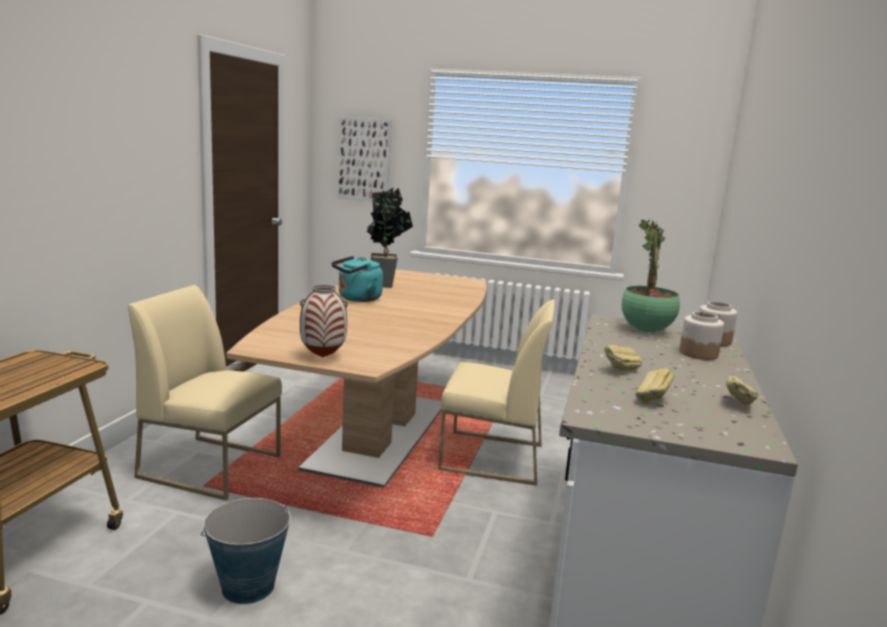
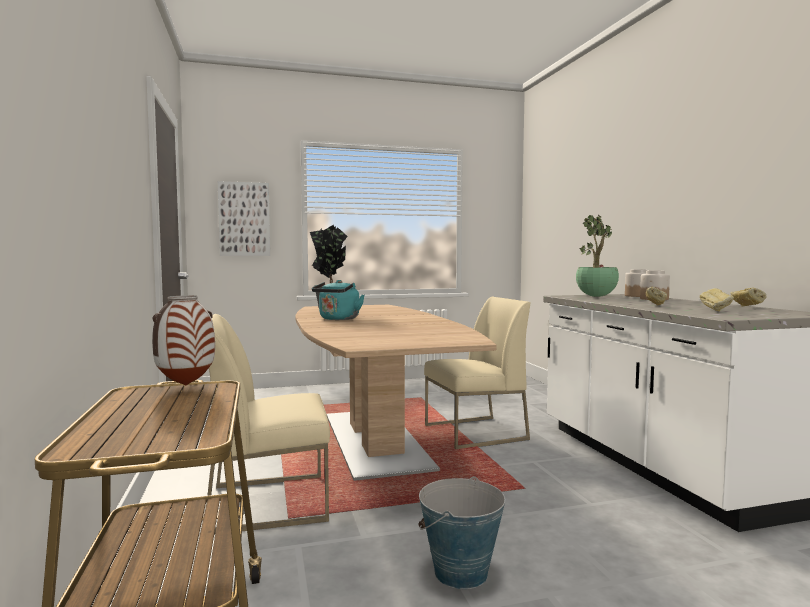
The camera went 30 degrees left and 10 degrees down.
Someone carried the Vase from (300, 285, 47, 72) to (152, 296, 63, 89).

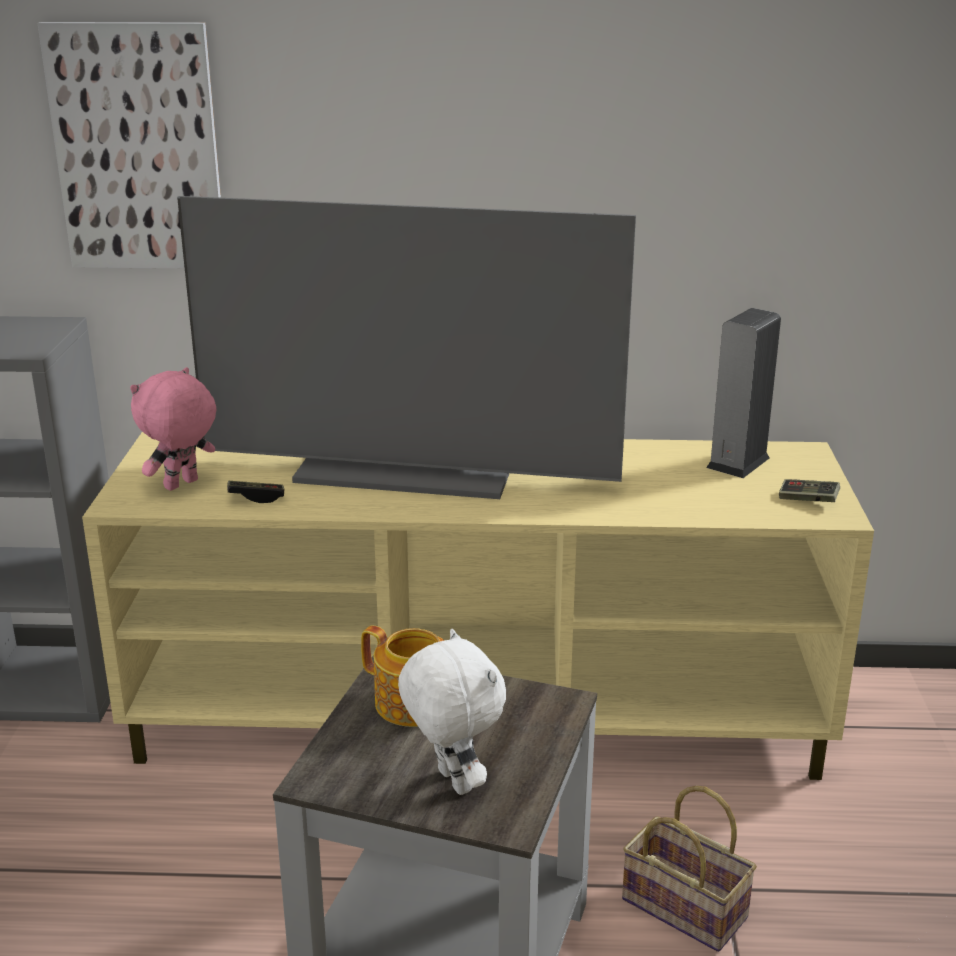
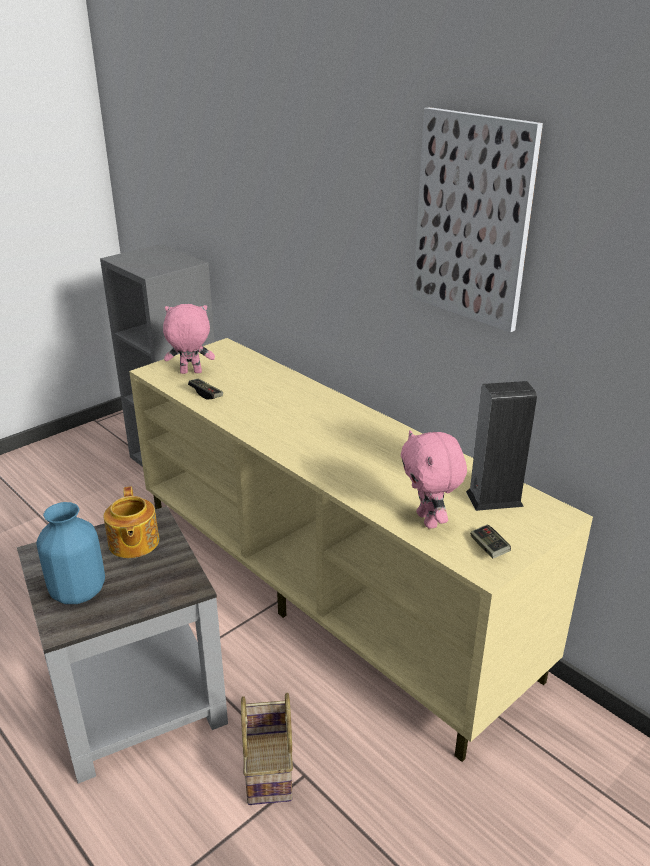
The camera went 45 degrees right and 5 degrees up.
Someone carried the Picture from (38, 22, 183, 247) to (413, 107, 130, 225).
Someone took away the Television at (177, 196, 459, 303).
Someone swapped the WhitePlushToy at (398, 629, 108, 166) for the BlueVase at (36, 502, 69, 102).
Someone put down the PinkPlushToy at (401, 430, 66, 99).

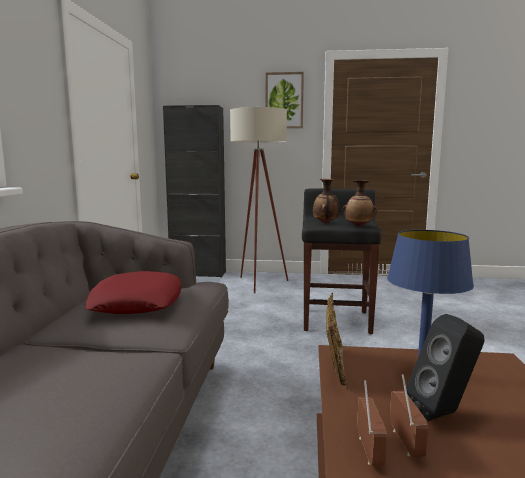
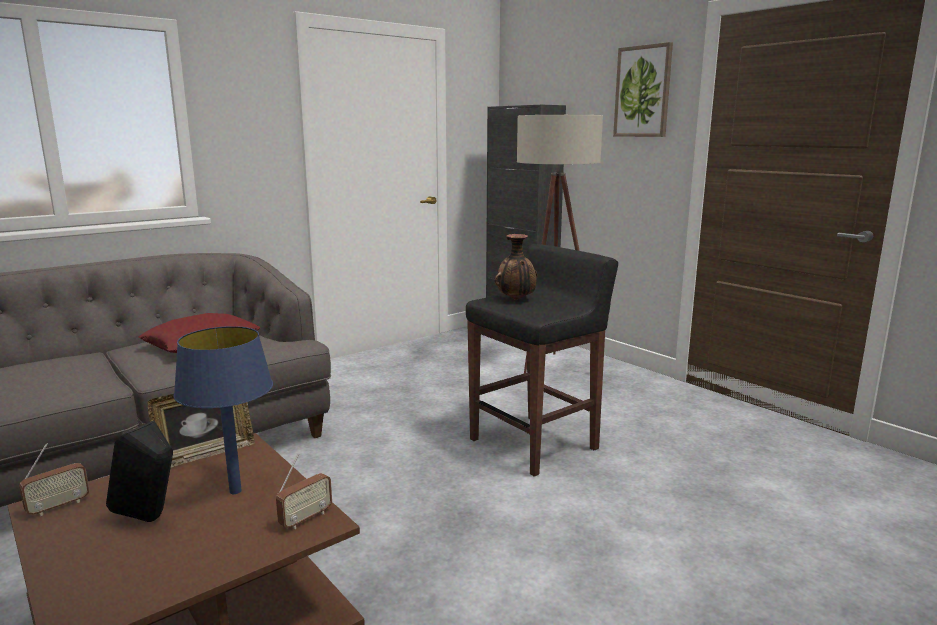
The camera went 45 degrees right and 5 degrees up.
Someone took away the Vase at (342, 180, 35, 47).
Someone carried the Radio from (390, 374, 38, 83) to (276, 454, 56, 75).

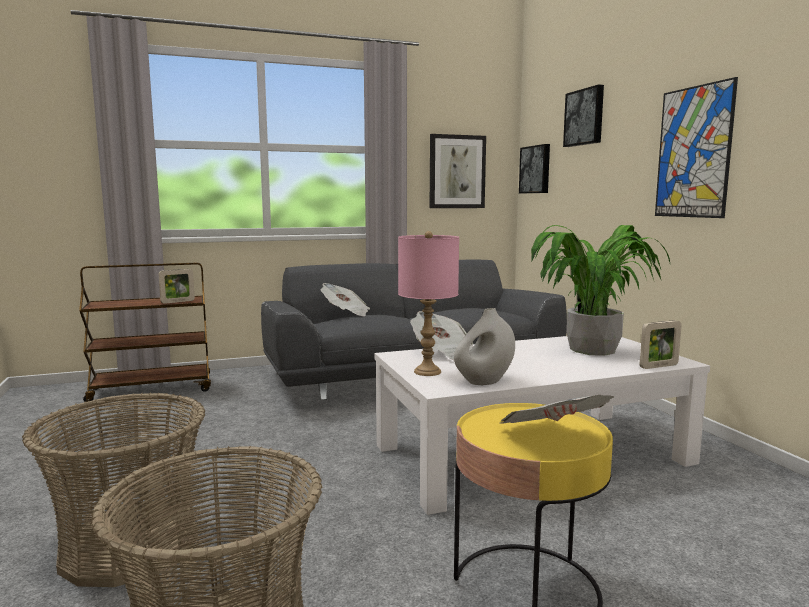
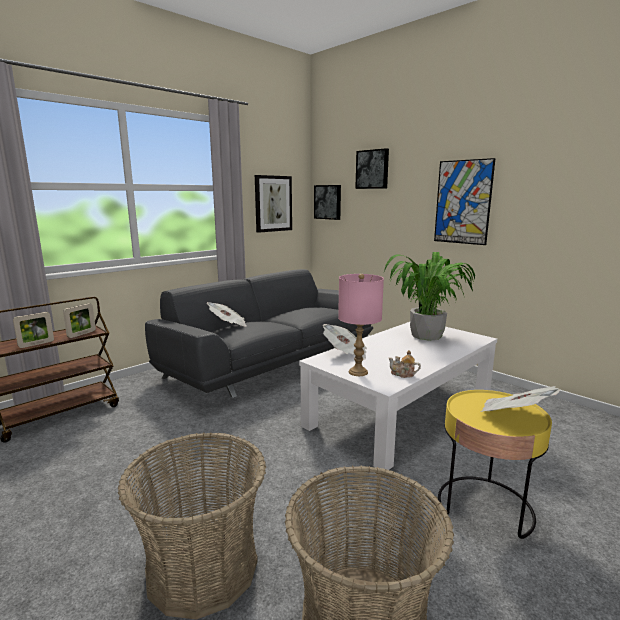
The camera went 25 degrees left and 5 degrees up.
Someone swapped the WhiteVase at (454, 308, 61, 77) for the Teapot at (389, 350, 32, 28).
Someone carried the PictureFrame from (640, 320, 42, 49) to (13, 312, 41, 36).

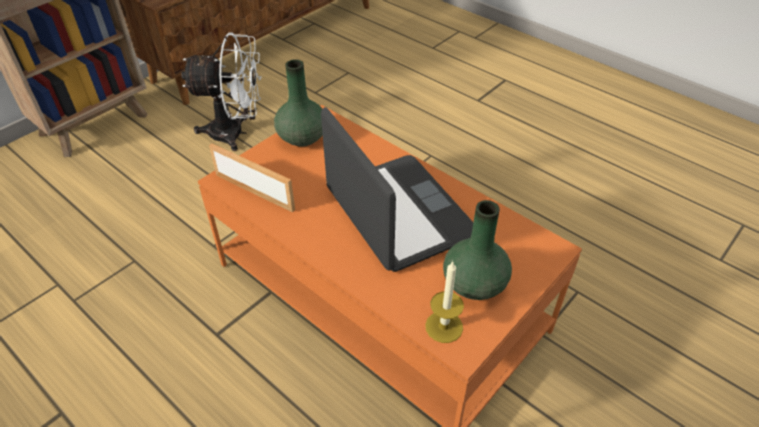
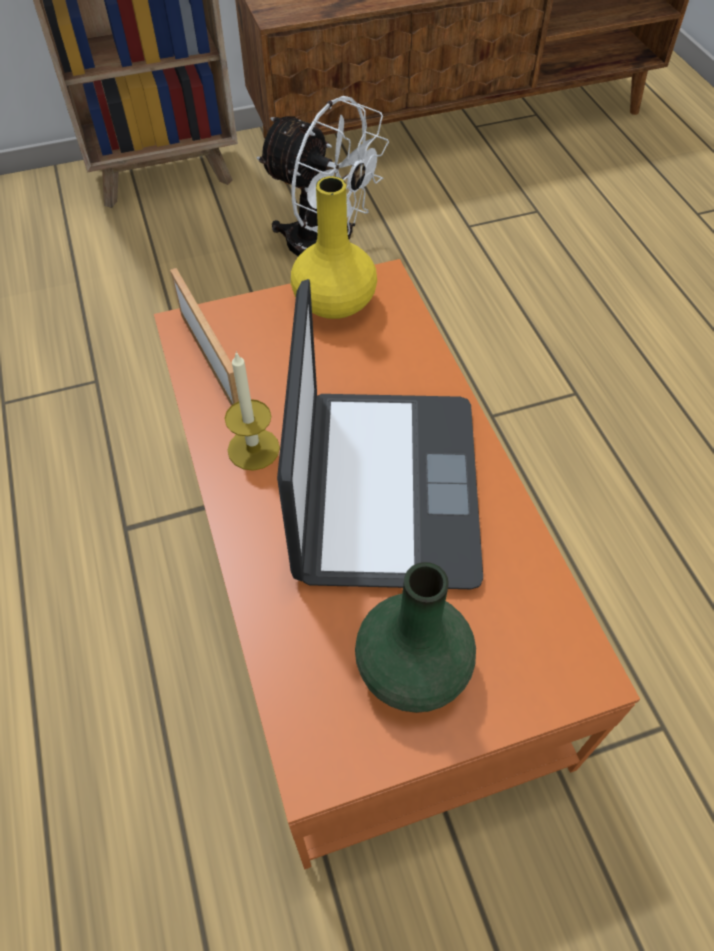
The camera went 30 degrees right and 10 degrees up.
Someone repainted the GreenVase at (274, 59, 49, 88), which became the YellowVase at (291, 176, 86, 143).
Someone carried the Candle from (425, 261, 39, 82) to (225, 351, 55, 120).

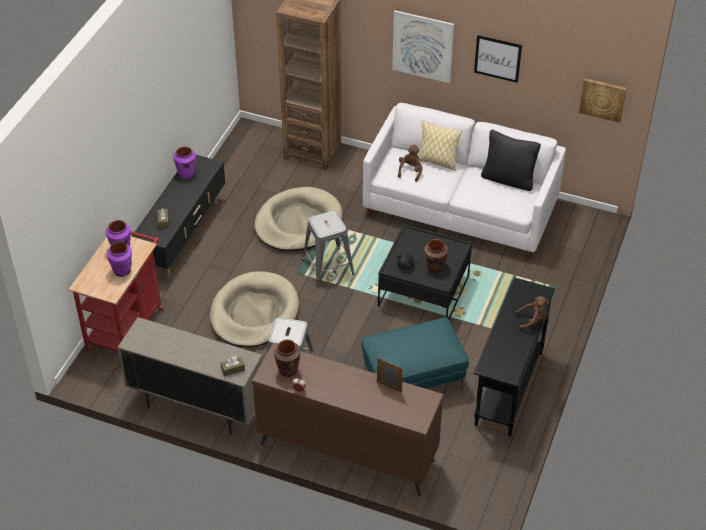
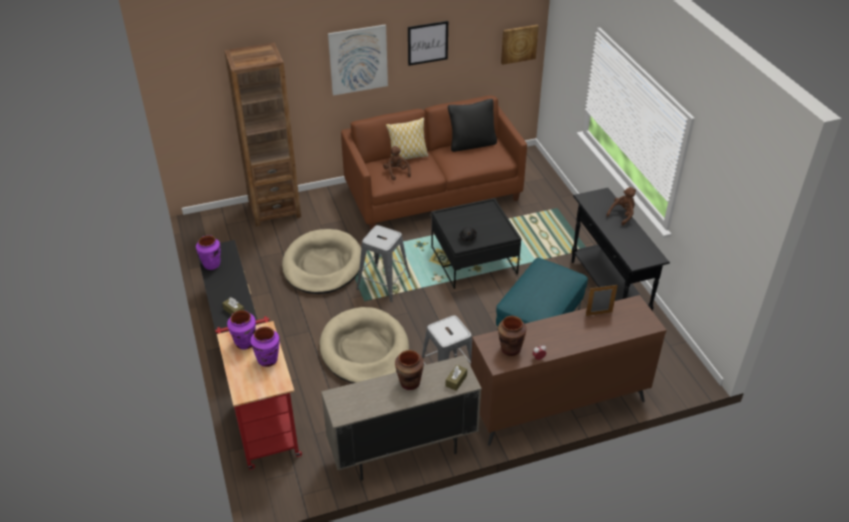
The camera went 40 degrees left and 5 degrees down.
Someone repainted the WhiteSofa at (363, 103, 203, 156), which became the BrownSofa at (341, 95, 186, 135).
Someone carried the BrownVase from (424, 239, 24, 34) to (395, 350, 29, 40).

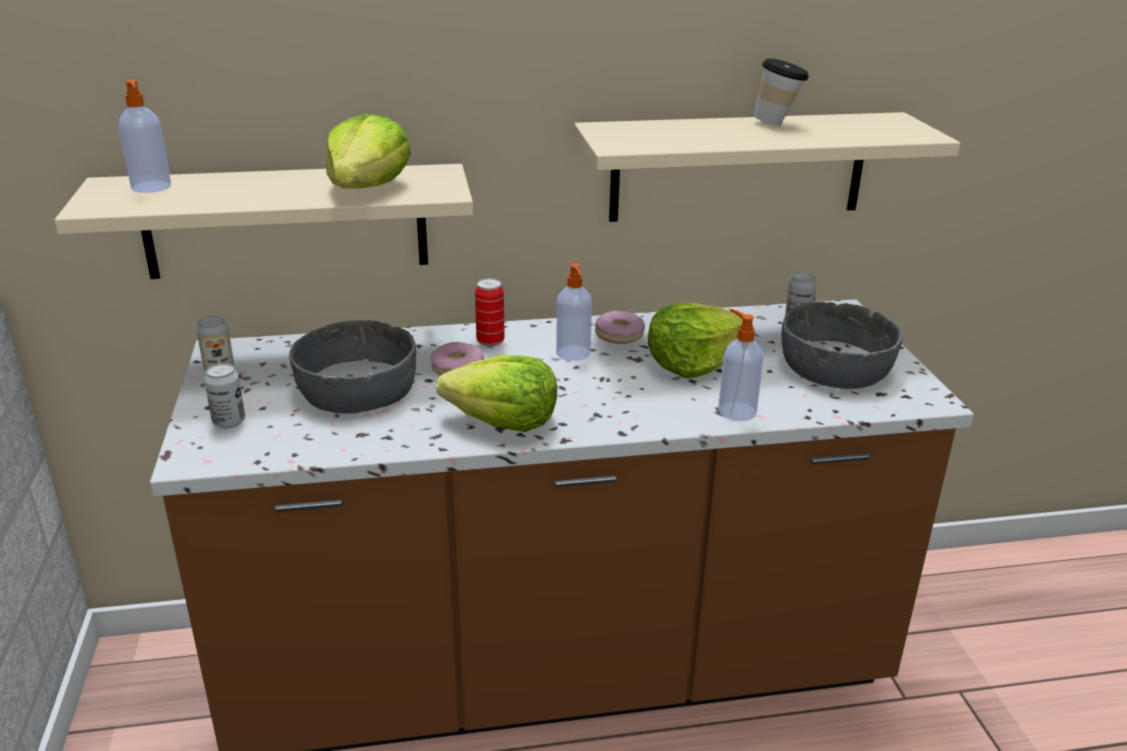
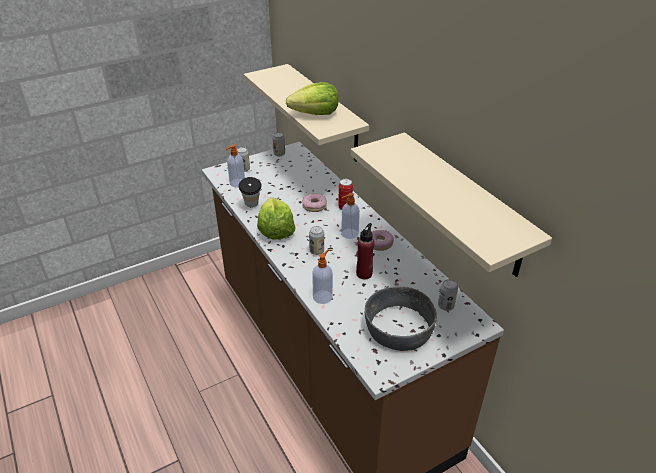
The camera went 70 degrees right and 10 degrees up.
Someone carried the Cup from (753, 58, 56, 67) to (239, 177, 23, 30).
Someone carried the SoapDispenser from (119, 80, 52, 113) to (226, 144, 19, 43).
Someone swapped the Lettuce at (648, 303, 95, 75) for the RedBottle at (356, 223, 18, 56).
Someone took away the GreyBowl at (289, 320, 127, 93).
Someone put down the Can at (309, 226, 15, 29).

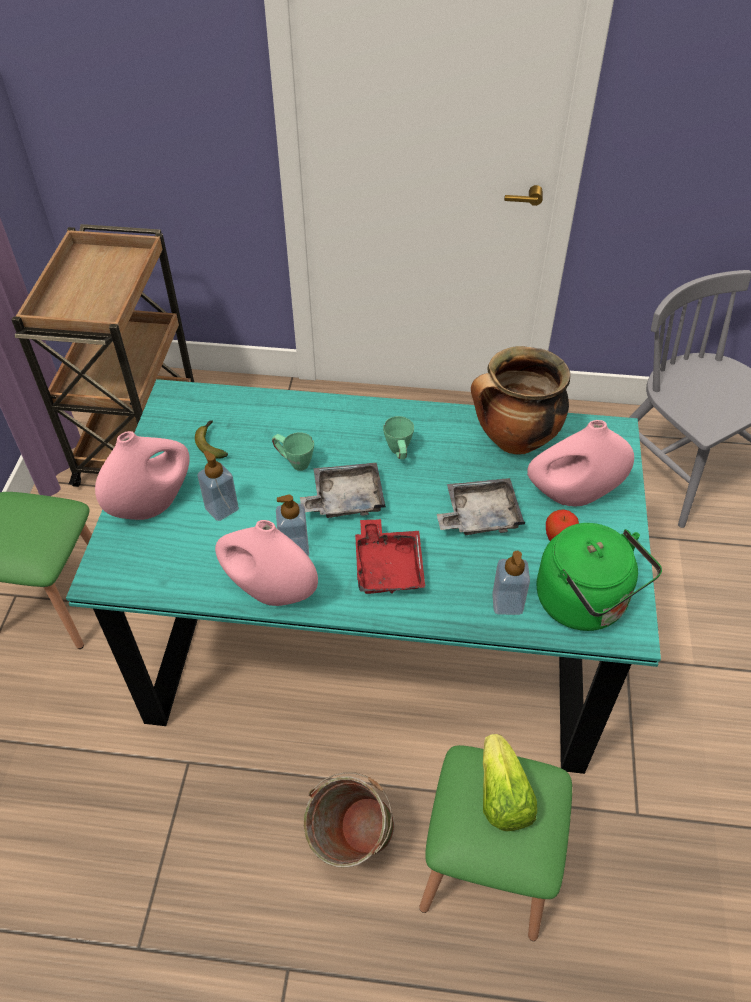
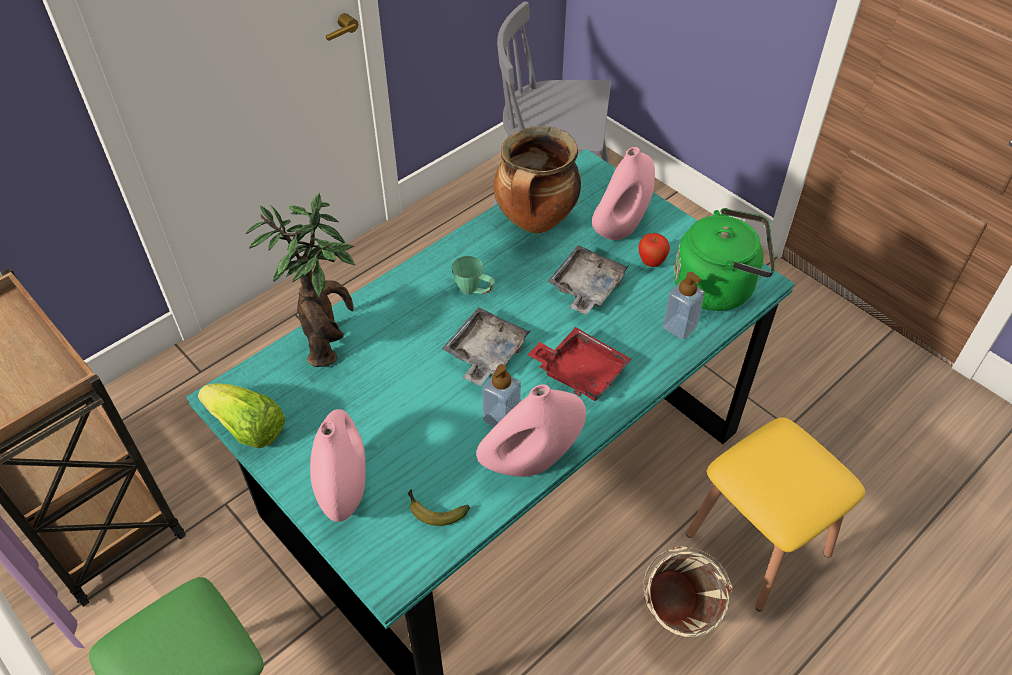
The camera went 50 degrees left and 0 degrees up.
Someone carried the Banana from (195, 420, 33, 39) to (408, 489, 62, 37).
Someone took away the GreenMug at (272, 432, 42, 39).
Someone took away the SoapDispenser at (197, 450, 42, 71).
Someone carried the Lettuce from (483, 734, 54, 97) to (198, 383, 87, 65).
Someone repainted the GreenStool at (419, 745, 153, 196), which became the YellowStool at (686, 417, 179, 194).
Someone repainted the GreenBucket at (304, 772, 90, 96), which became the BeigeBucket at (643, 547, 90, 90).
Someone put down the PottedPlant at (246, 193, 109, 174).

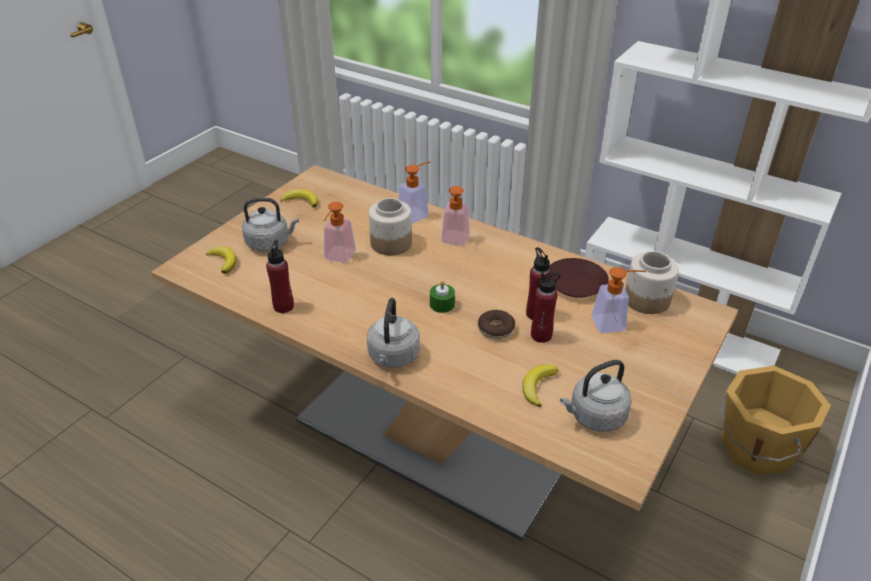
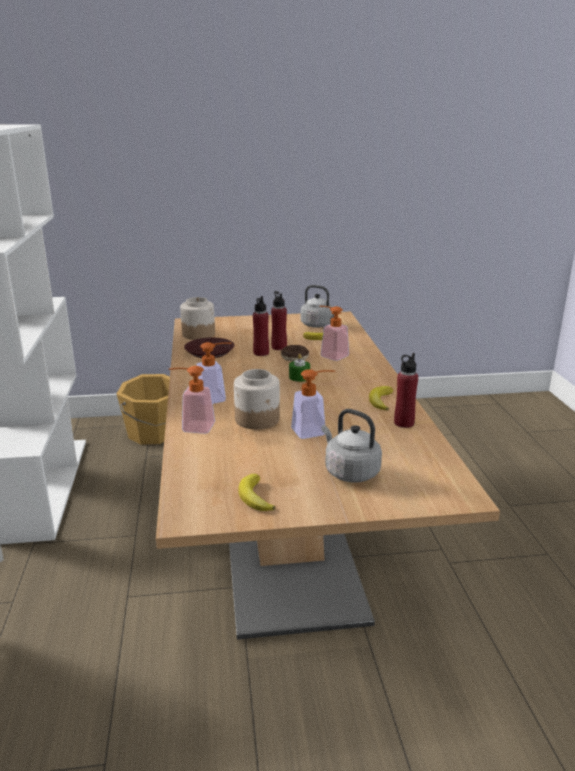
The camera went 130 degrees left and 15 degrees down.
Someone carried the Banana from (206, 246, 31, 28) to (369, 386, 24, 25).
Someone carried the SoapDispenser from (592, 267, 54, 66) to (319, 306, 30, 55).
Someone took away the GreyKettle at (367, 298, 53, 70).

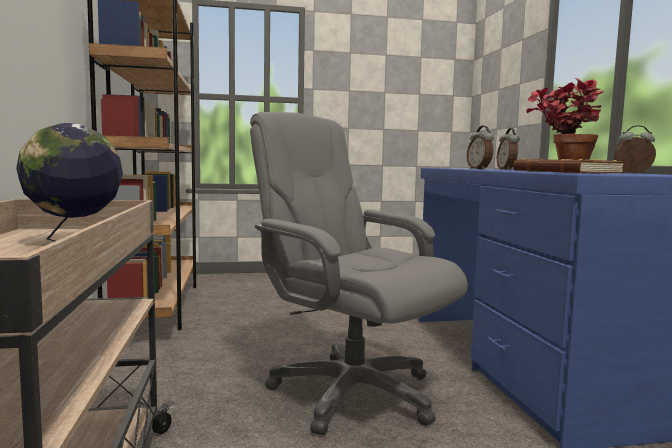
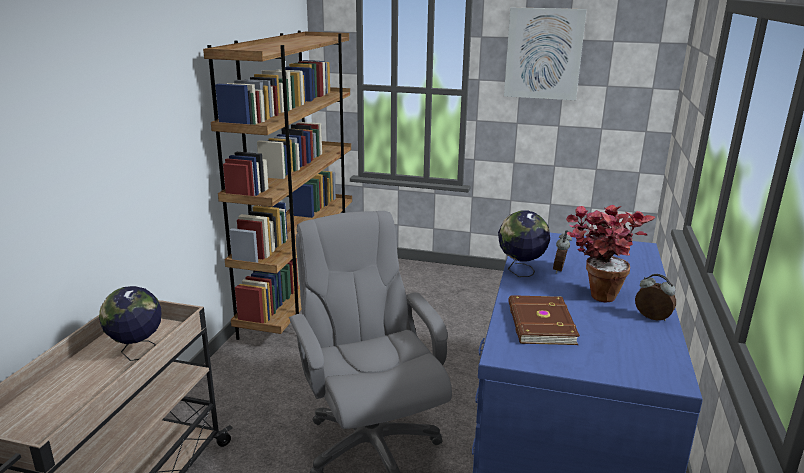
The camera went 25 degrees right and 15 degrees up.
Someone swapped the AlarmClock at (467, 126, 27, 44) for the Globe at (498, 210, 52, 67).
Someone put up the Picture at (504, 7, 83, 93).

